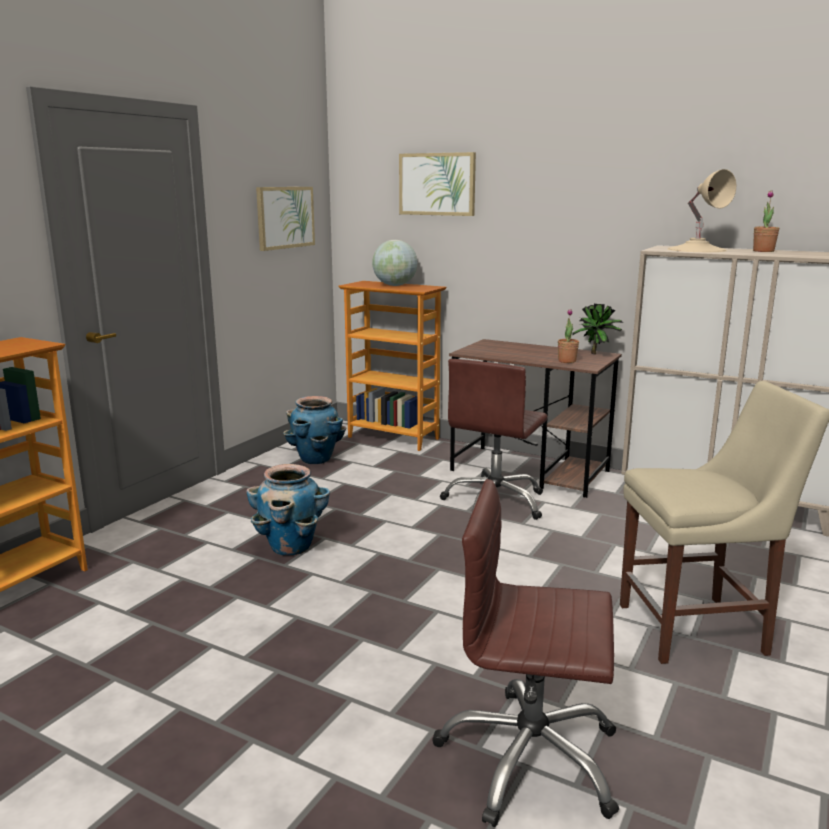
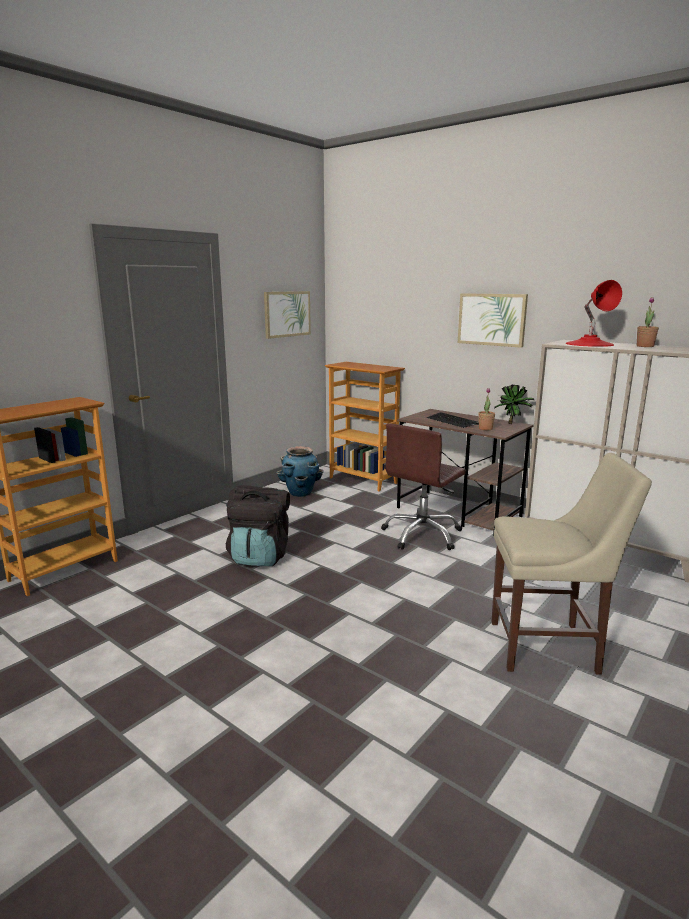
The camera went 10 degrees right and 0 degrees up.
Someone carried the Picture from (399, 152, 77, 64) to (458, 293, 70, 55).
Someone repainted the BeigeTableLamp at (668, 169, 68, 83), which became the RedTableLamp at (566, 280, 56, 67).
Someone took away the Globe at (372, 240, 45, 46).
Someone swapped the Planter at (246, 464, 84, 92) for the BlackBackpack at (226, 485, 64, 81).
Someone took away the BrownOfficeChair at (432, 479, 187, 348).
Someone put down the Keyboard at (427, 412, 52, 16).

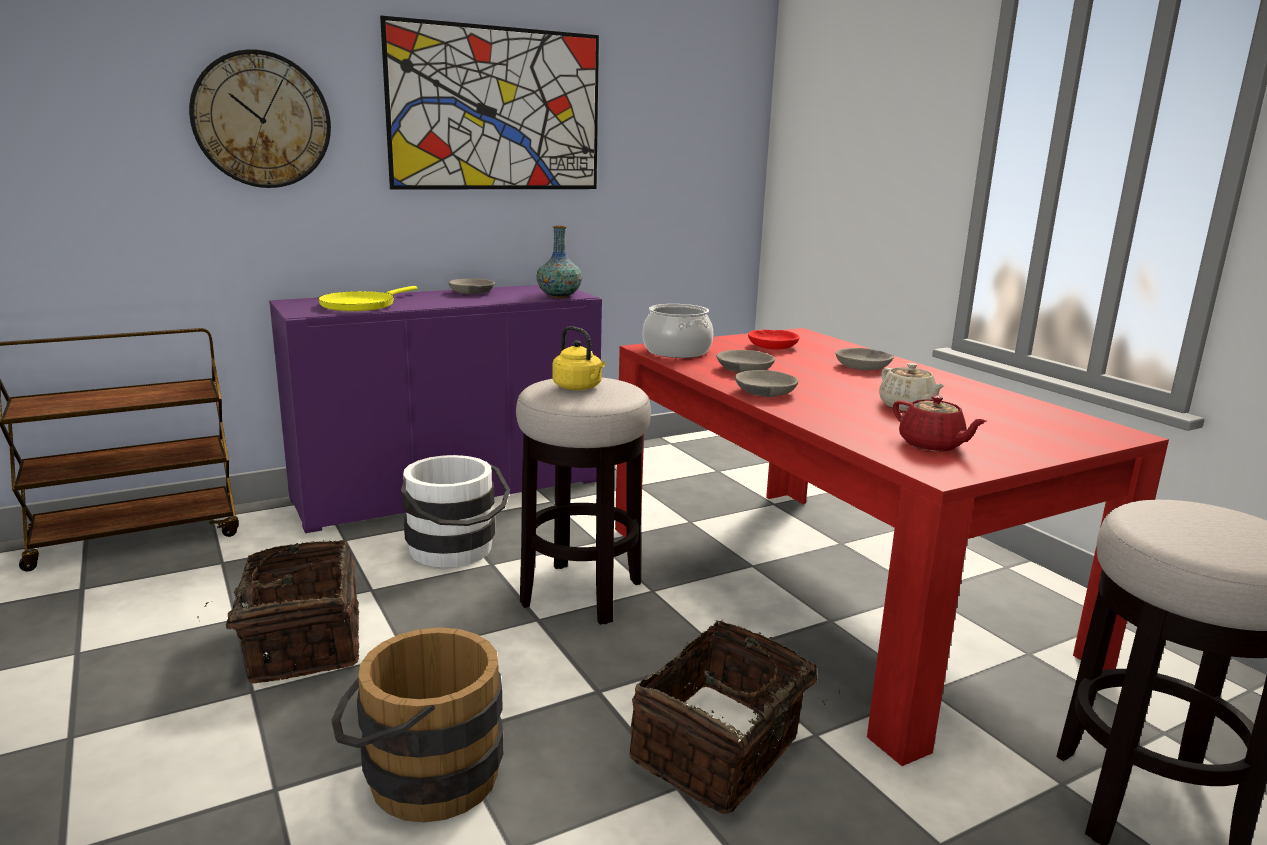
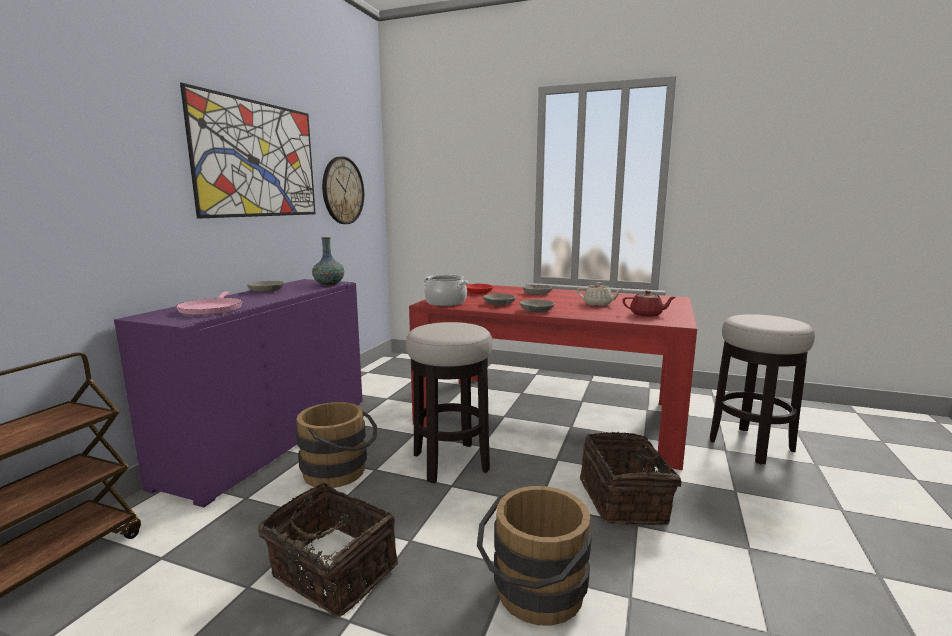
The camera went 40 degrees left and 5 degrees down.
Someone carried the WallClock from (189, 49, 142, 139) to (322, 157, 42, 67).
Someone repainted the YellowFryingPan at (318, 286, 99, 25), which became the PinkFryingPan at (176, 291, 66, 24).
Someone took away the YellowKettle at (553, 326, 52, 64).
Someone repainted the WhiteBucket at (401, 455, 109, 113), which became the BrownBucket at (296, 402, 81, 86).

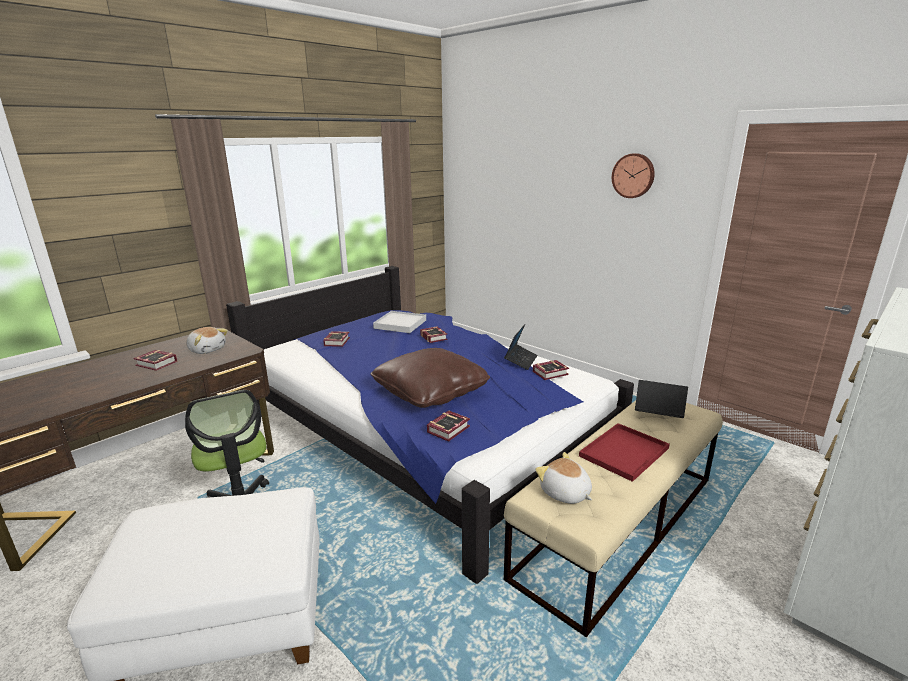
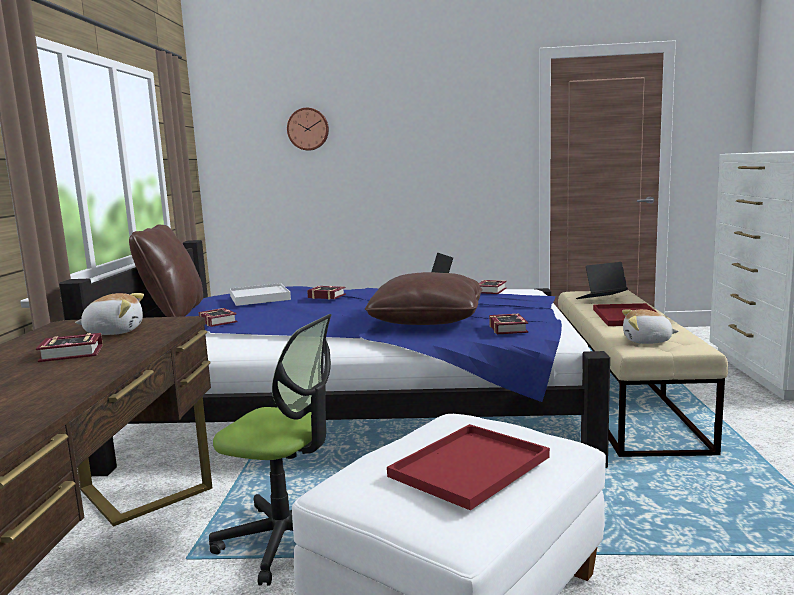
The camera went 40 degrees left and 10 degrees down.
Someone carried the WallClock from (612, 153, 43, 45) to (287, 108, 42, 42).
Someone put down the BrownPillow at (129, 224, 74, 93).
Someone put down the RedTray at (387, 424, 163, 86).

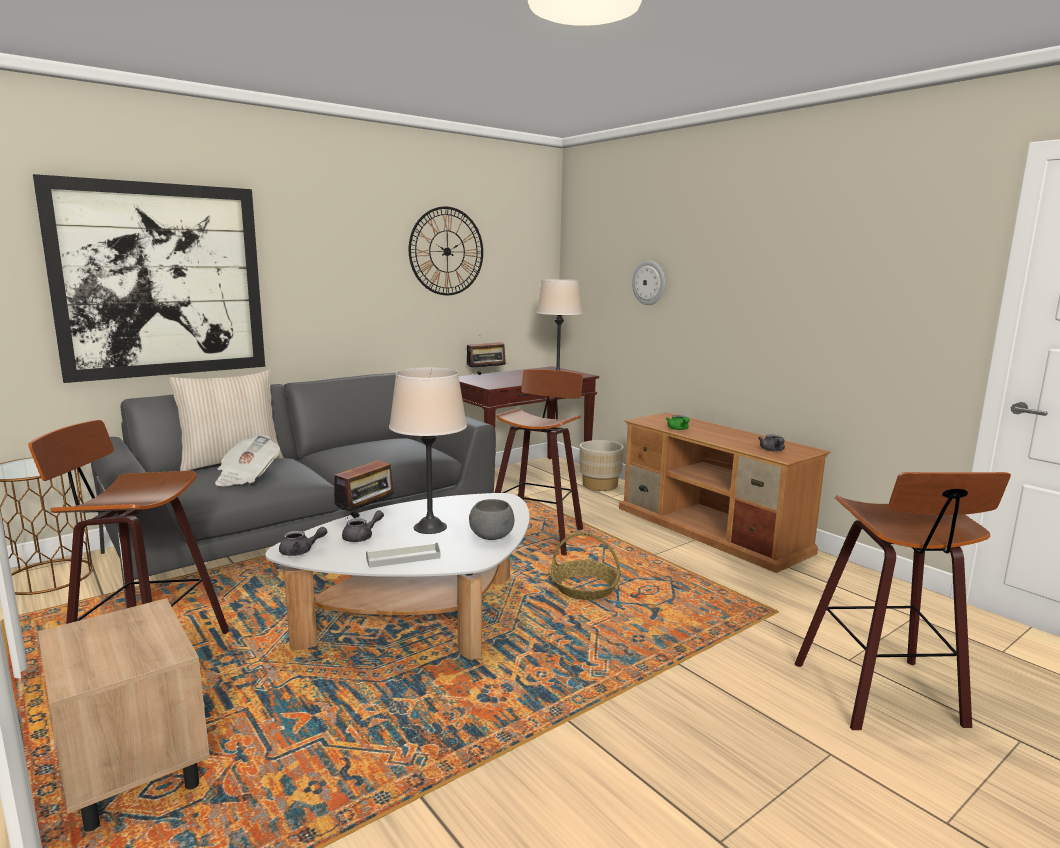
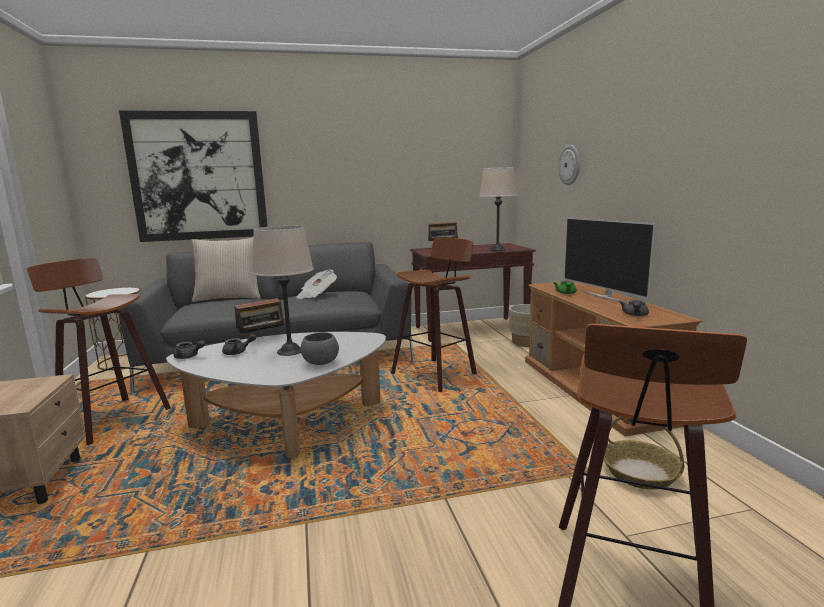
The camera went 25 degrees right and 0 degrees up.
Someone took away the WallClock at (409, 207, 74, 88).
Someone carried the Newspaper from (215, 435, 65, 51) to (296, 269, 41, 30).
Someone carried the Basket from (551, 532, 70, 68) to (604, 416, 81, 74).
Someone took away the GreyTray at (366, 543, 75, 25).
Someone put down the Television at (564, 218, 92, 85).

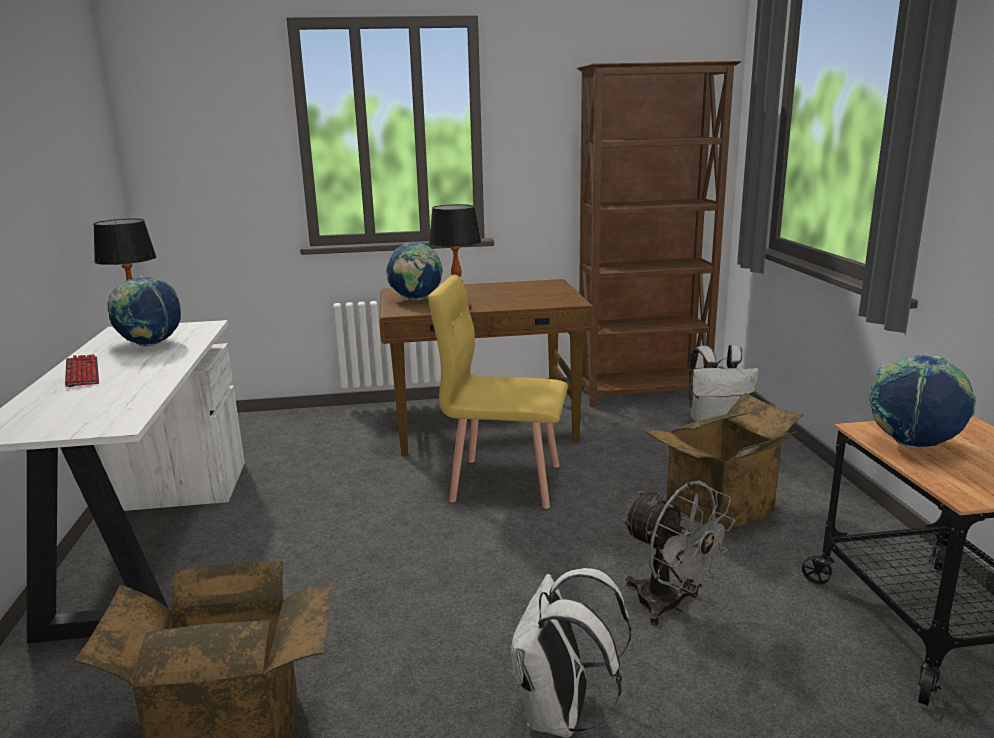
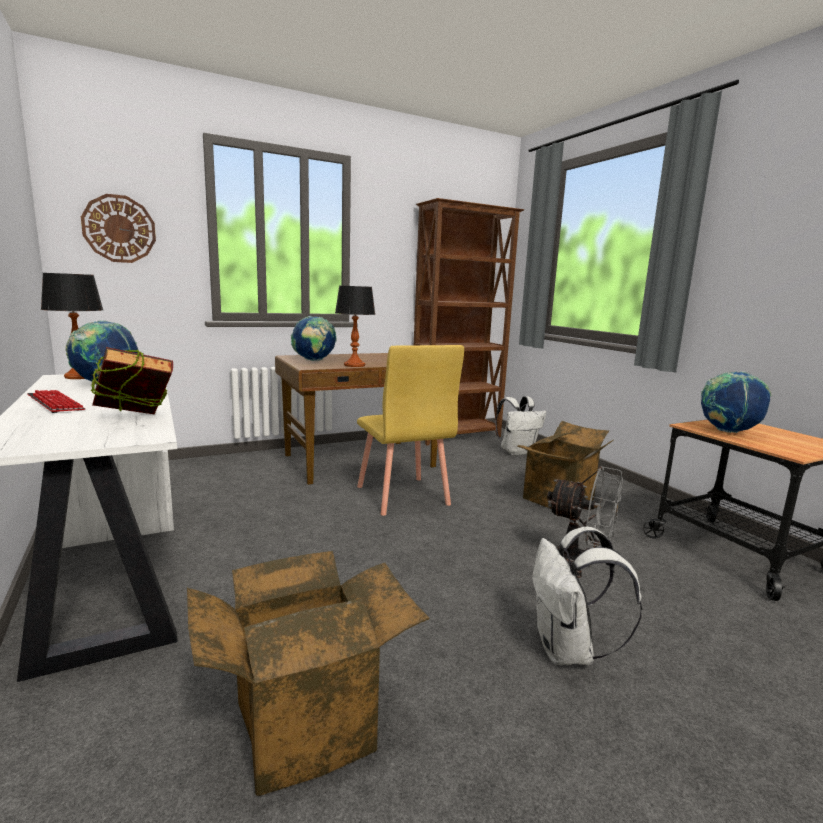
The camera went 20 degrees left and 5 degrees down.
Someone rotated the YellowChair at (428, 275, 140, 234) by 105 degrees counterclockwise.
Someone put up the WallClock at (81, 194, 75, 69).
Someone put down the Book at (90, 347, 83, 67).

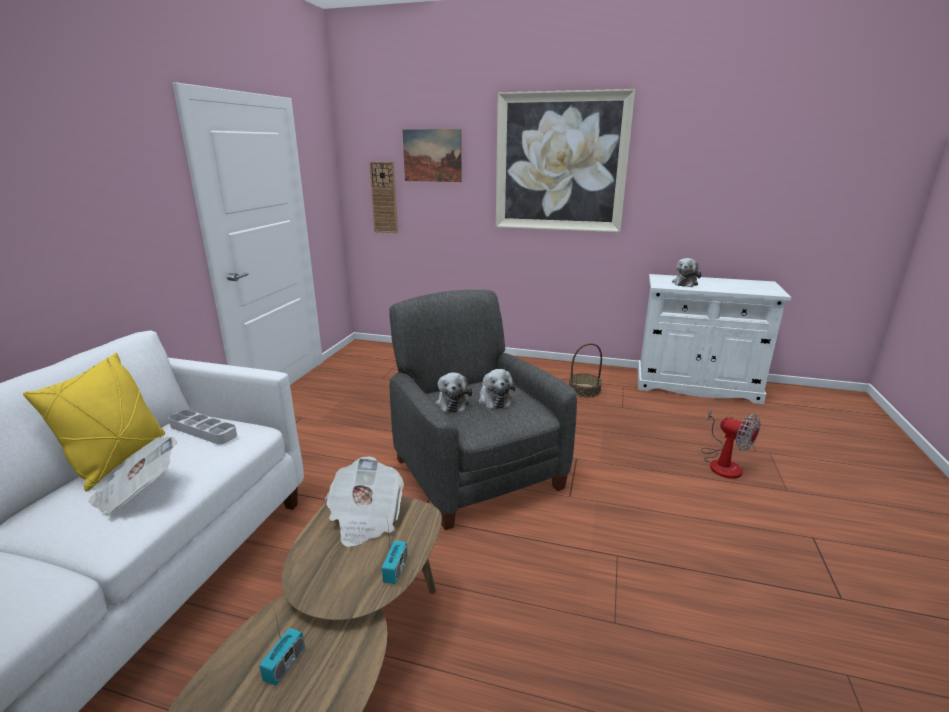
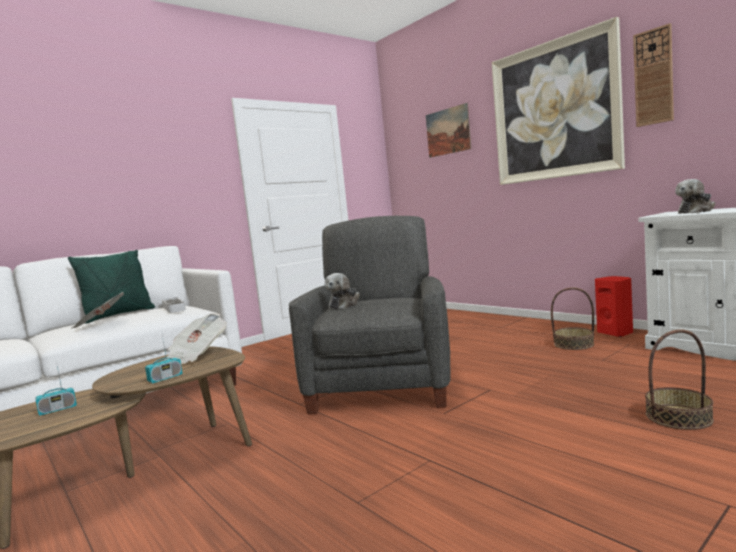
The camera went 35 degrees right and 15 degrees down.
Someone carried the WallClock from (369, 162, 29, 71) to (633, 23, 41, 104).
Someone repainted the YellowPillow at (23, 352, 142, 140), which became the GreenPillow at (68, 250, 87, 74).
Someone took away the PlushToy at (478, 369, 37, 40).
Someone swapped the Fan at (701, 410, 59, 69) for the Basket at (645, 329, 69, 101).
Someone put down the RedSpeaker at (595, 276, 38, 61).

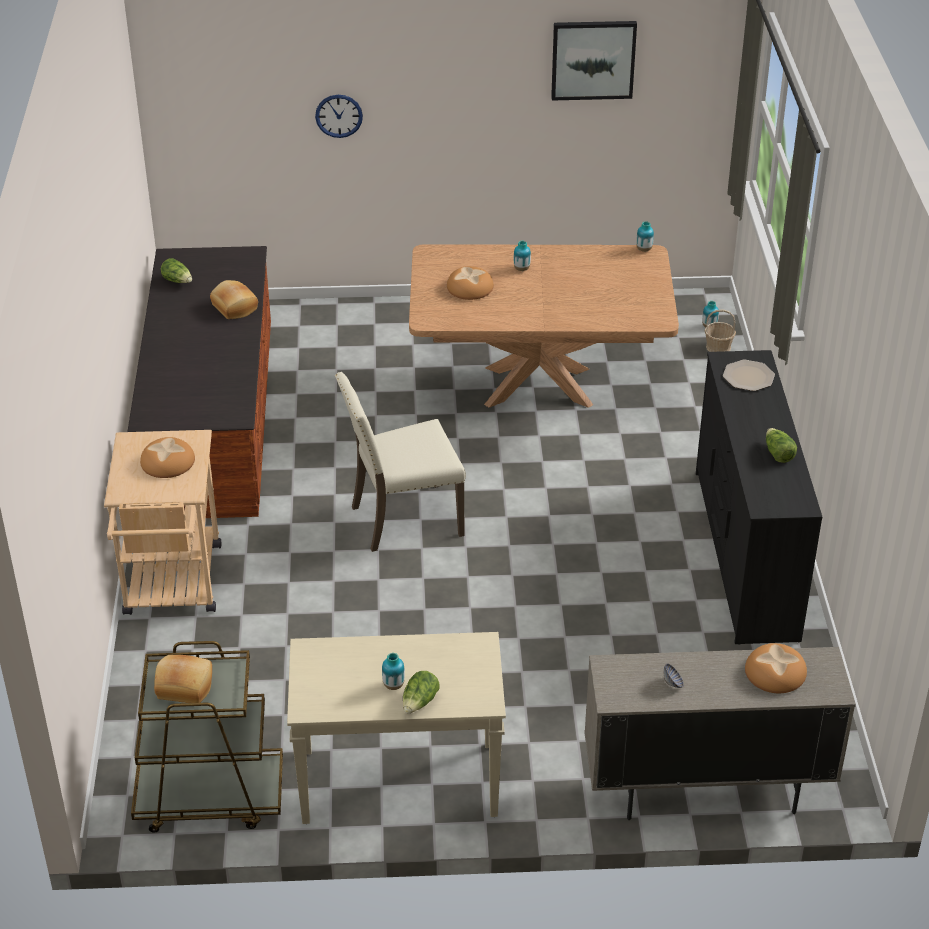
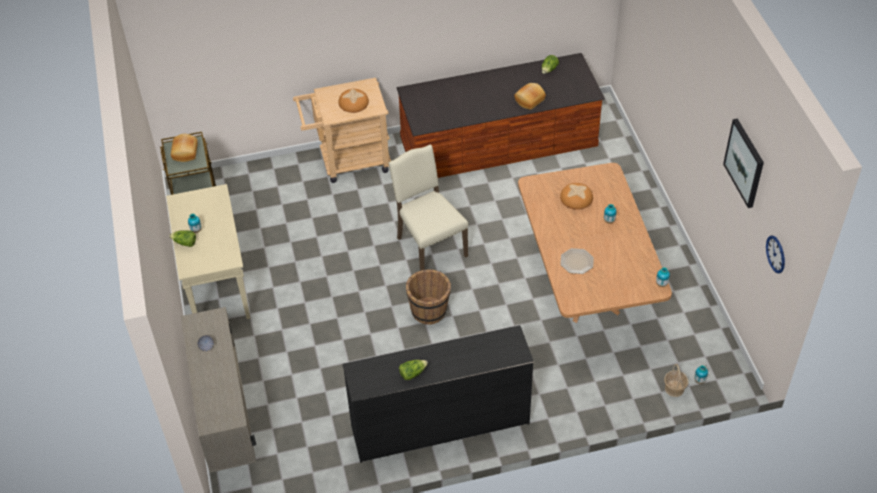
The camera went 80 degrees right and 10 degrees up.
Someone carried the WallClock from (315, 95, 48, 43) to (766, 236, 19, 37).
Someone carried the Plate from (723, 360, 52, 31) to (560, 248, 34, 26).
Someone took away the Bread at (745, 643, 62, 50).
Someone put down the BrownBucket at (406, 270, 45, 54).

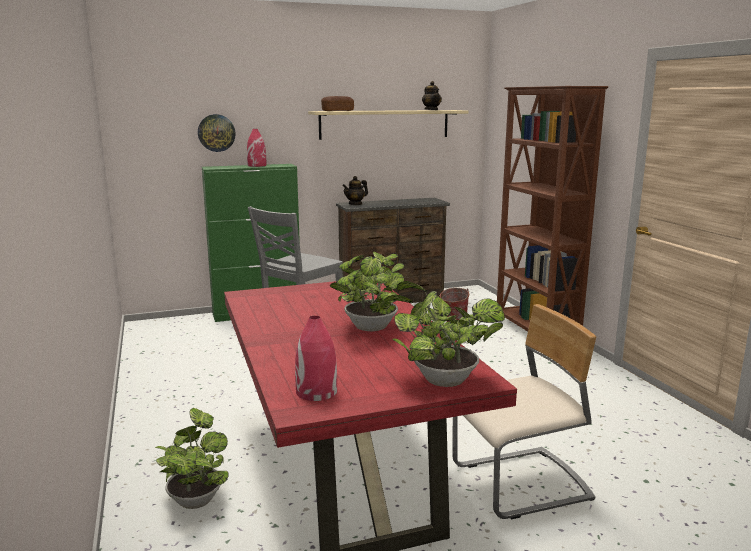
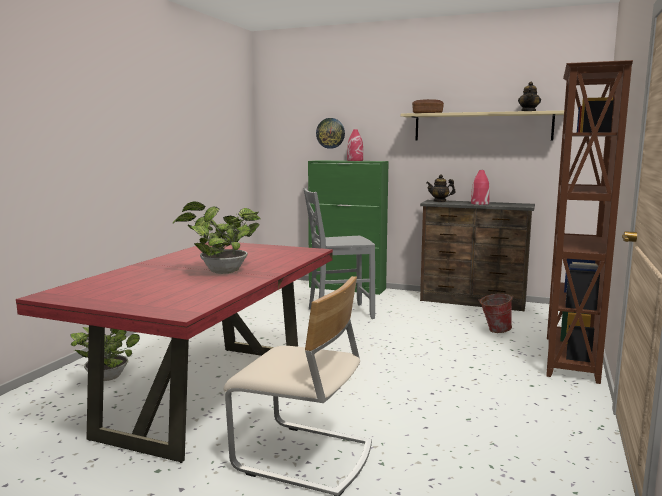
The camera went 40 degrees right and 5 degrees down.
Someone took away the PottedPlant at (382, 281, 123, 106).
Someone carried the RedVase from (295, 316, 42, 85) to (471, 170, 19, 35).

